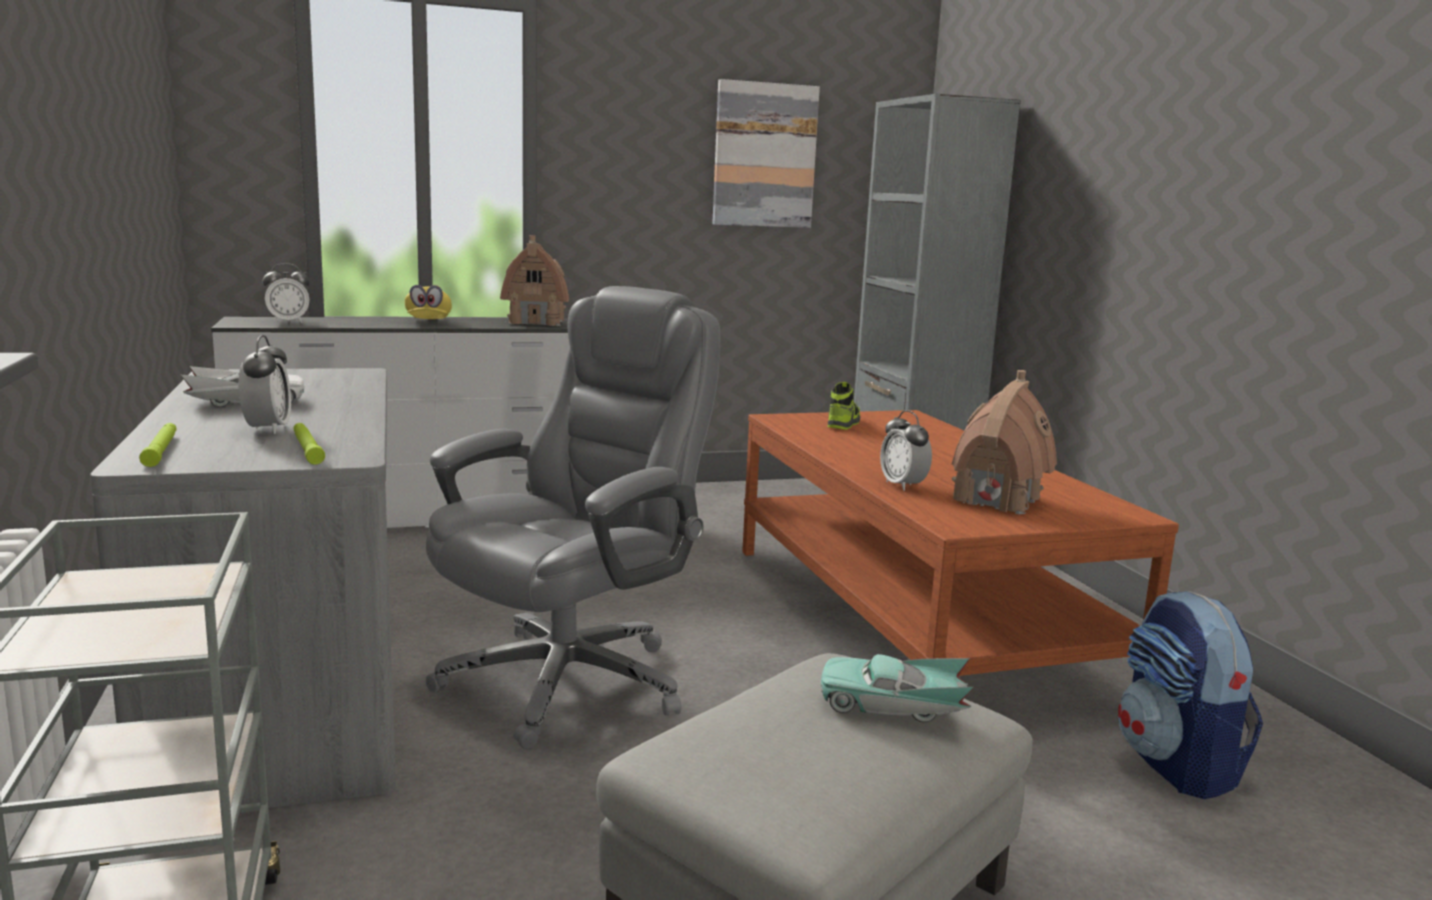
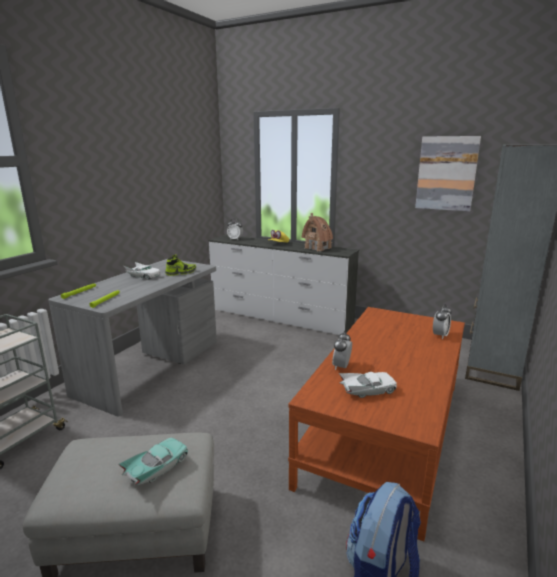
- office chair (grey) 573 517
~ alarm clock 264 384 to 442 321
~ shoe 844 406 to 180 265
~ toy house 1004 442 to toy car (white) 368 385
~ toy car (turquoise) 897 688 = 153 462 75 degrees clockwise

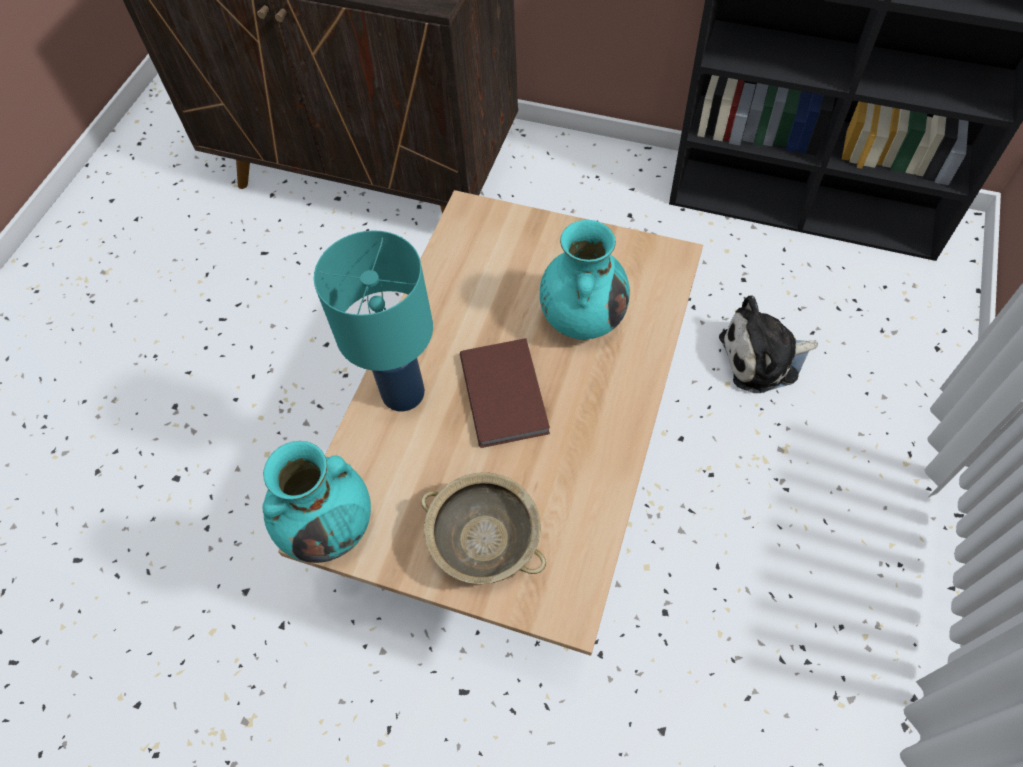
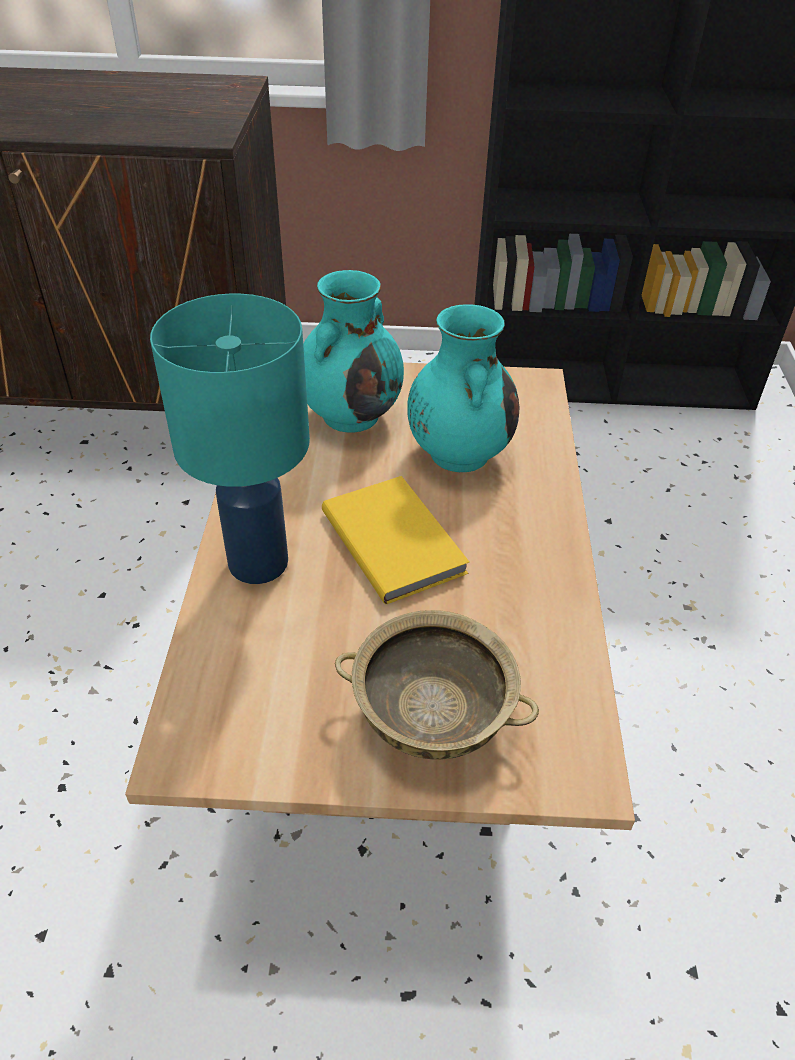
- plush toy 768 344
~ vase (turquoise) 317 502 to 353 351
~ book (brown) 505 393 to book (yellow) 395 540

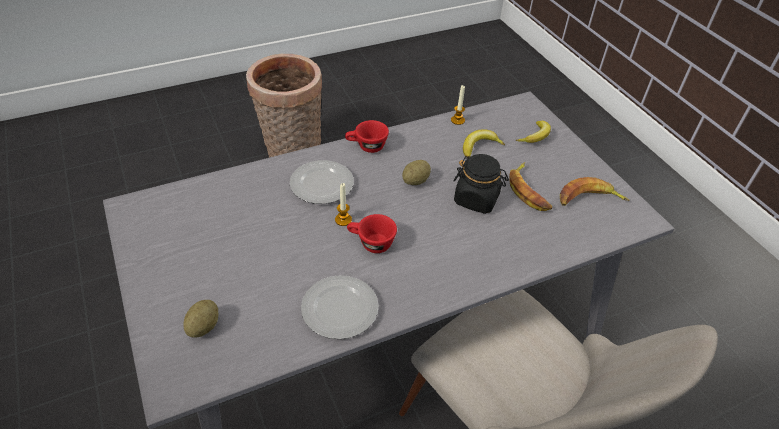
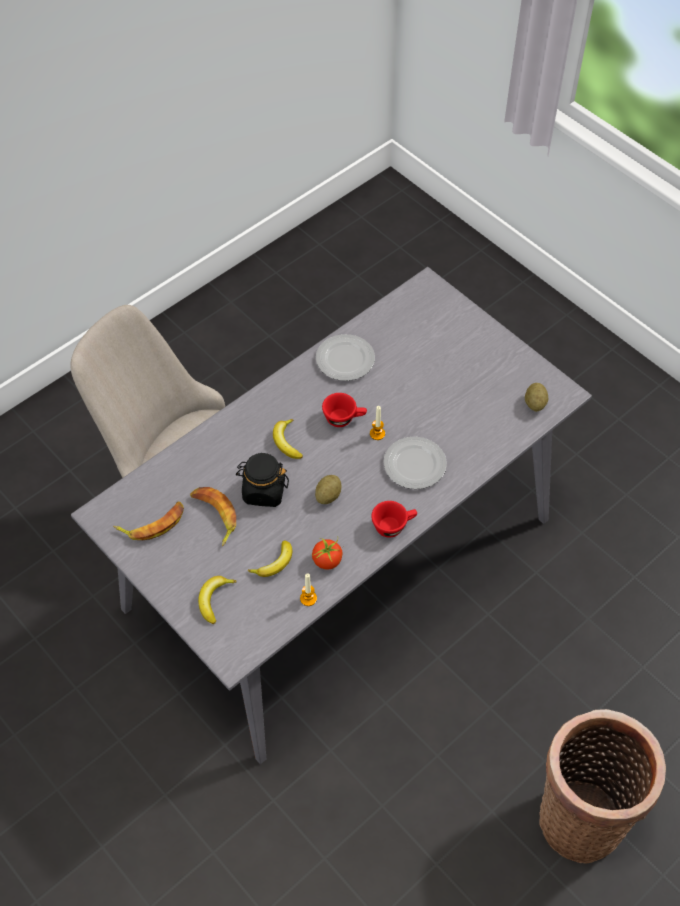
+ banana 288 439
+ tomato 328 553
~ potato 200 319 to 536 397

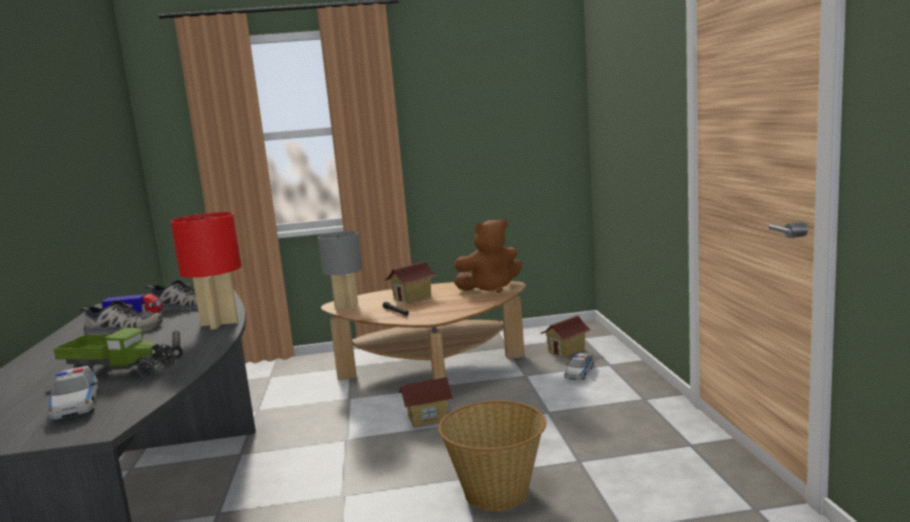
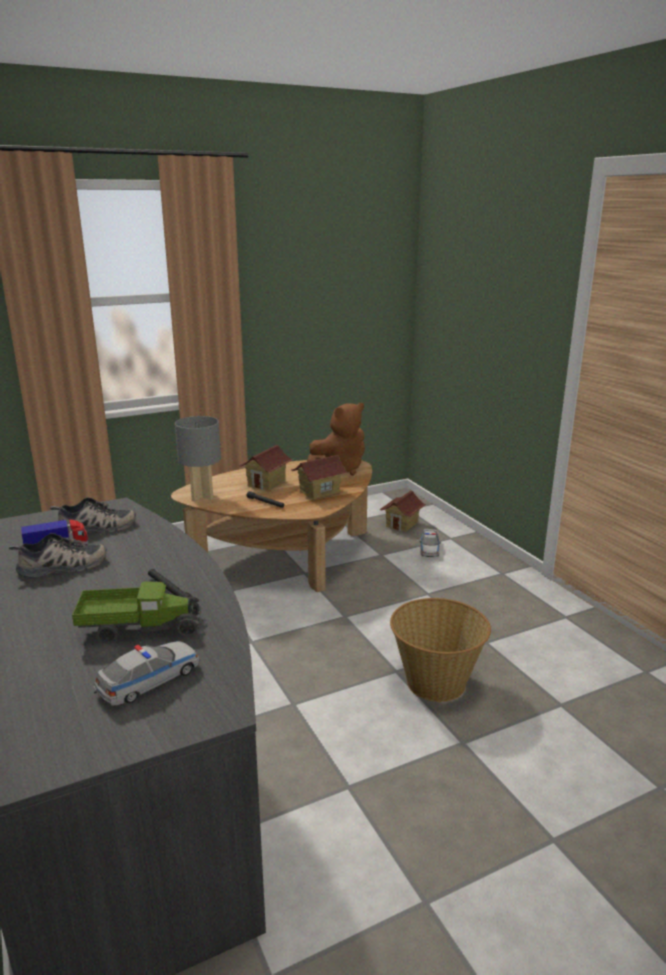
- table lamp (red) 206 271
~ toy house 426 402 to 319 477
~ toy car 72 393 = 146 673 90 degrees counterclockwise

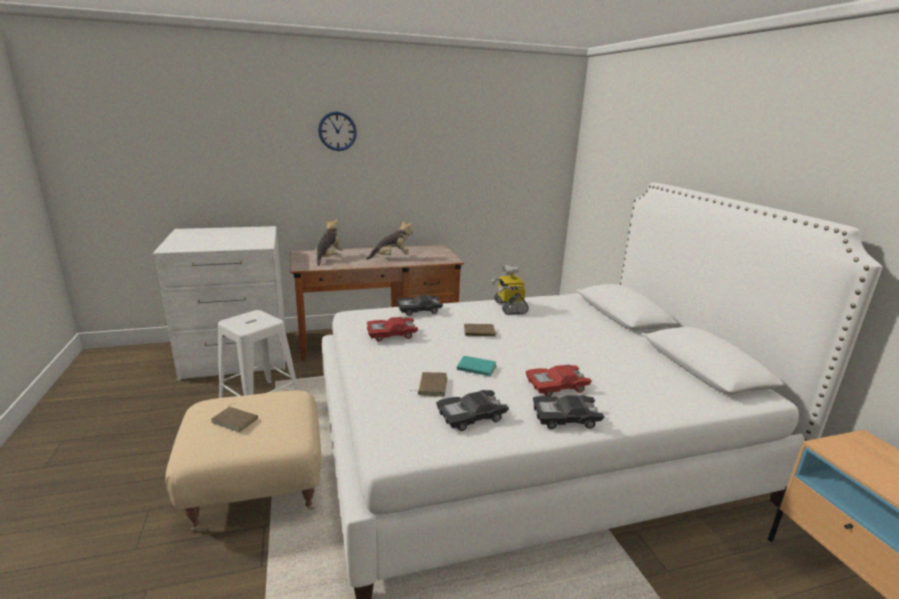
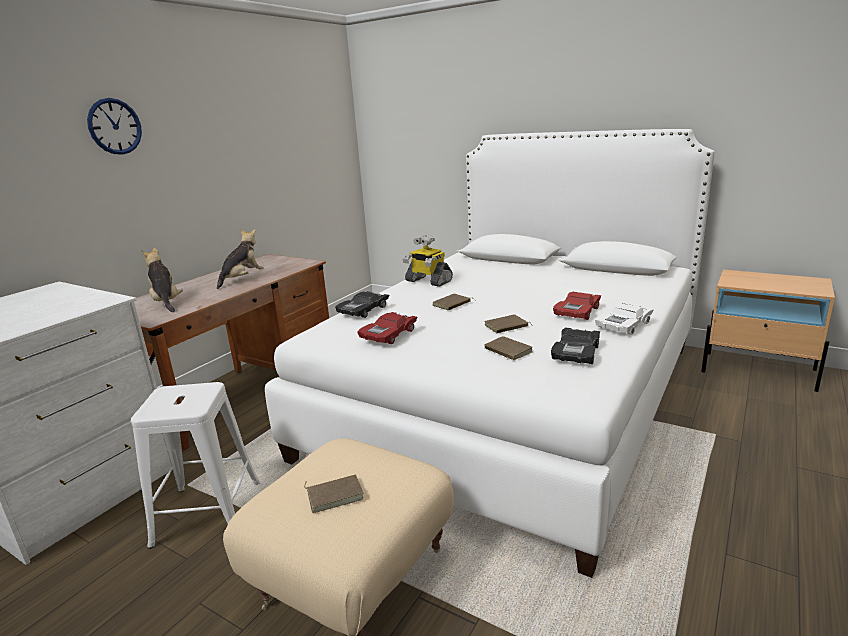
~ book (turquoise) 477 366 to book (brown) 508 323
~ toy car (black) 569 412 to toy car (white) 624 319

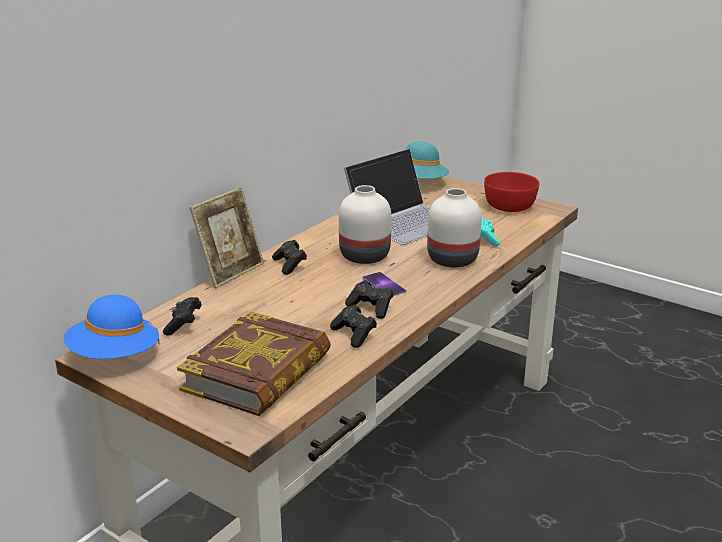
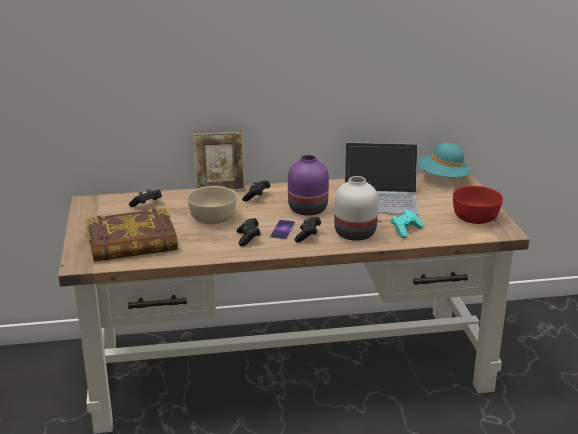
- hat (blue) 111 327
+ bowl (beige) 212 205
~ game controller (black) 353 326 to 308 230
~ vase (white) 365 224 to vase (purple) 308 185

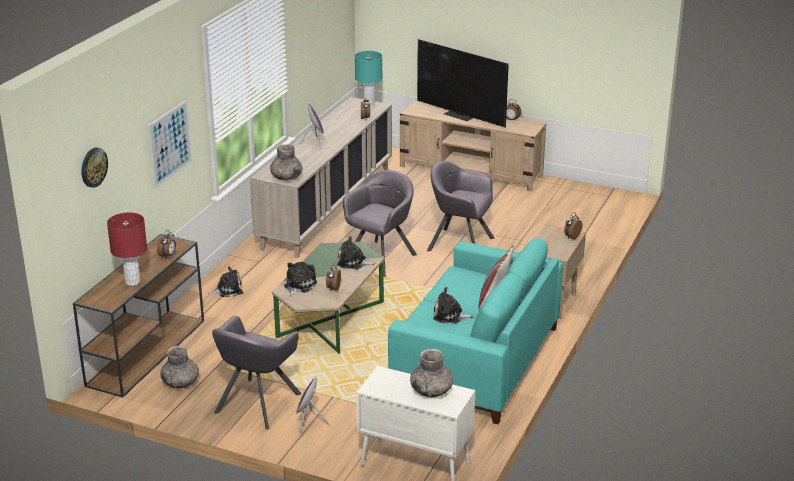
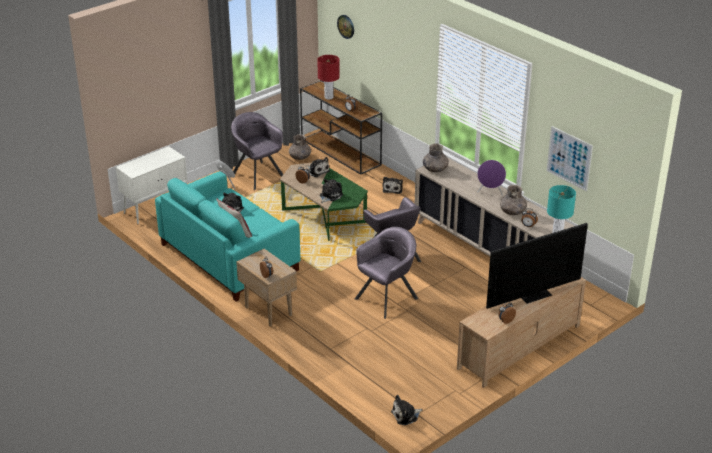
+ plush toy 407 410
~ picture 170 144 to 569 158
~ vase (grey) 431 373 to 513 200

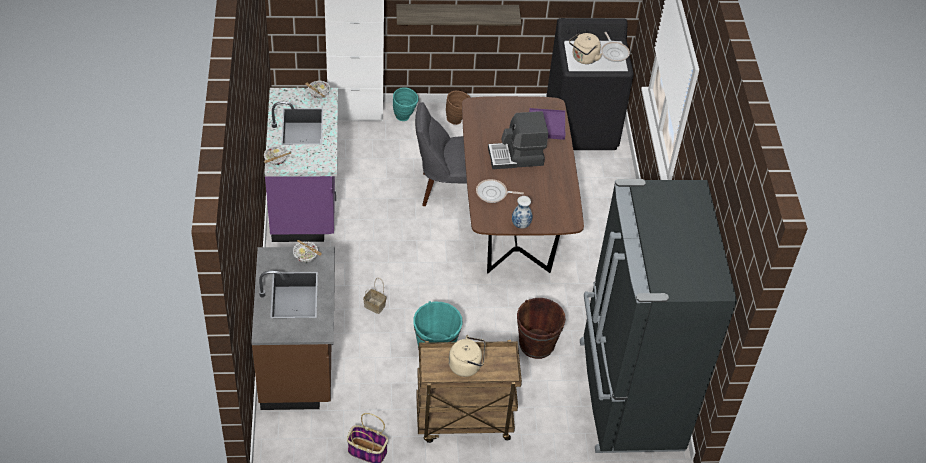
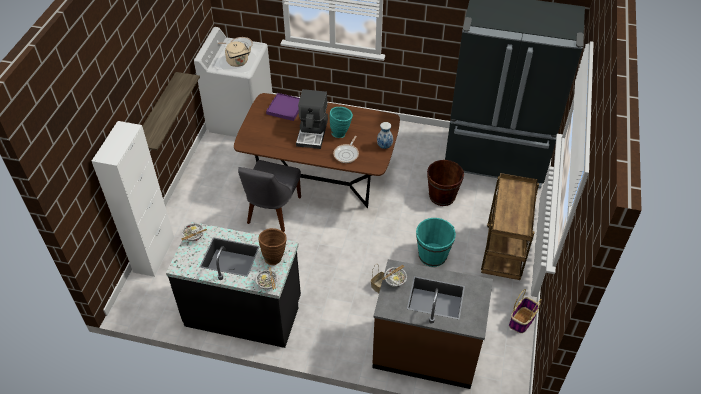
- kettle (beige) 467 356
~ vase (turquoise) 406 104 to 341 122
~ vase (brown) 458 108 to 272 246
~ counter (purple) 301 165 to counter (black) 233 285
~ washing machine (black) 590 84 to washing machine (white) 233 82

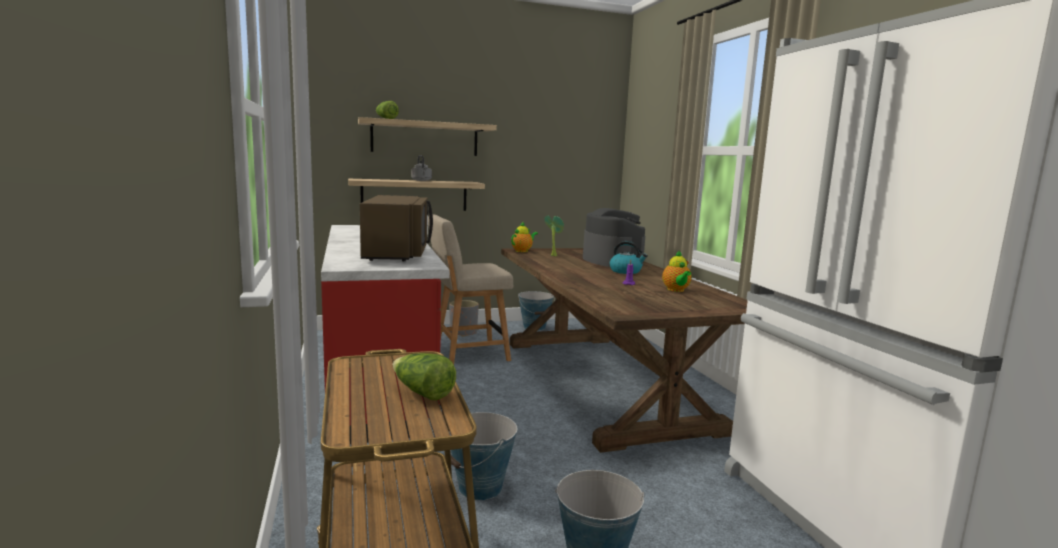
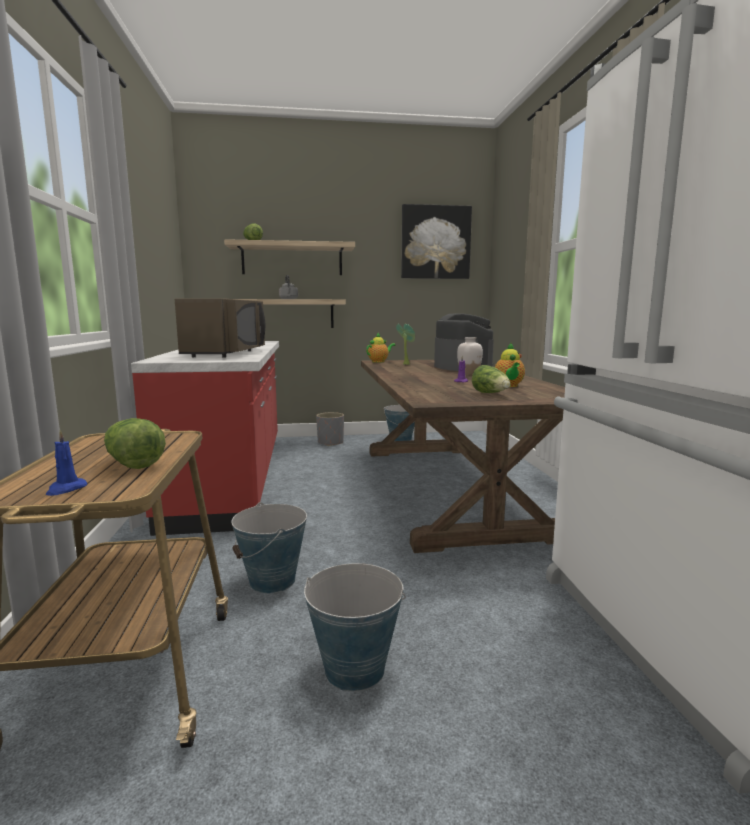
- chair (beige) 470 289
+ candle (blue) 66 463
+ picture 436 241
+ lettuce 491 379
~ kettle 629 257 to vase (white) 470 356

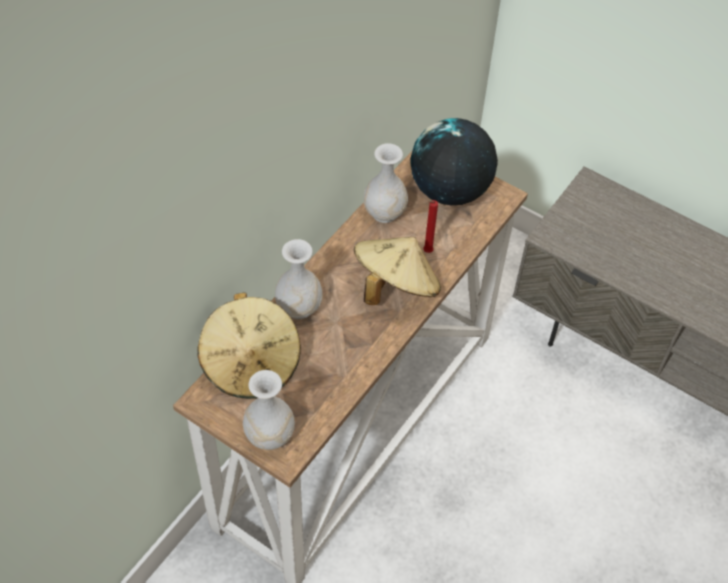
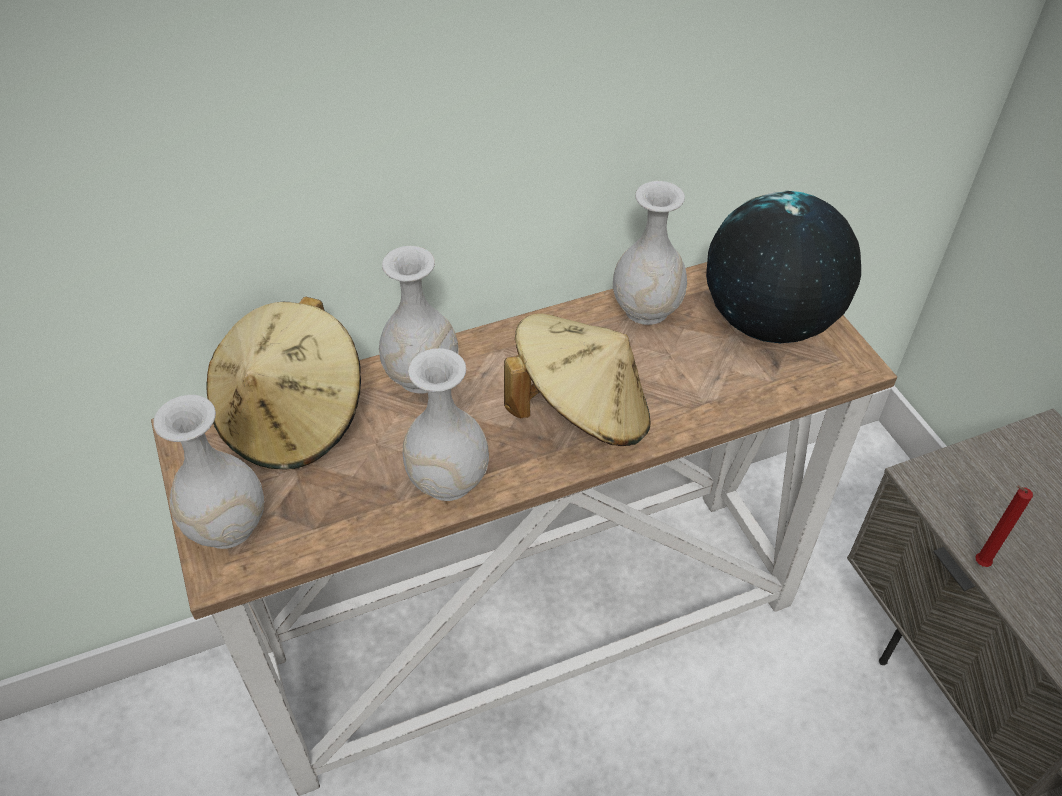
+ vase (white) 446 424
~ candle (red) 430 226 to 1004 526

